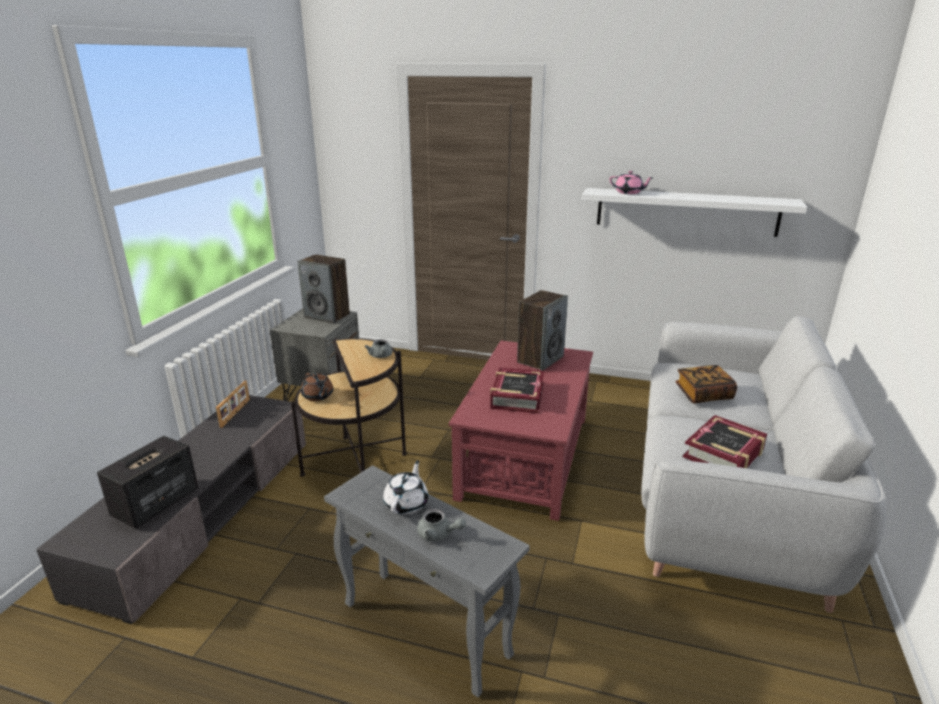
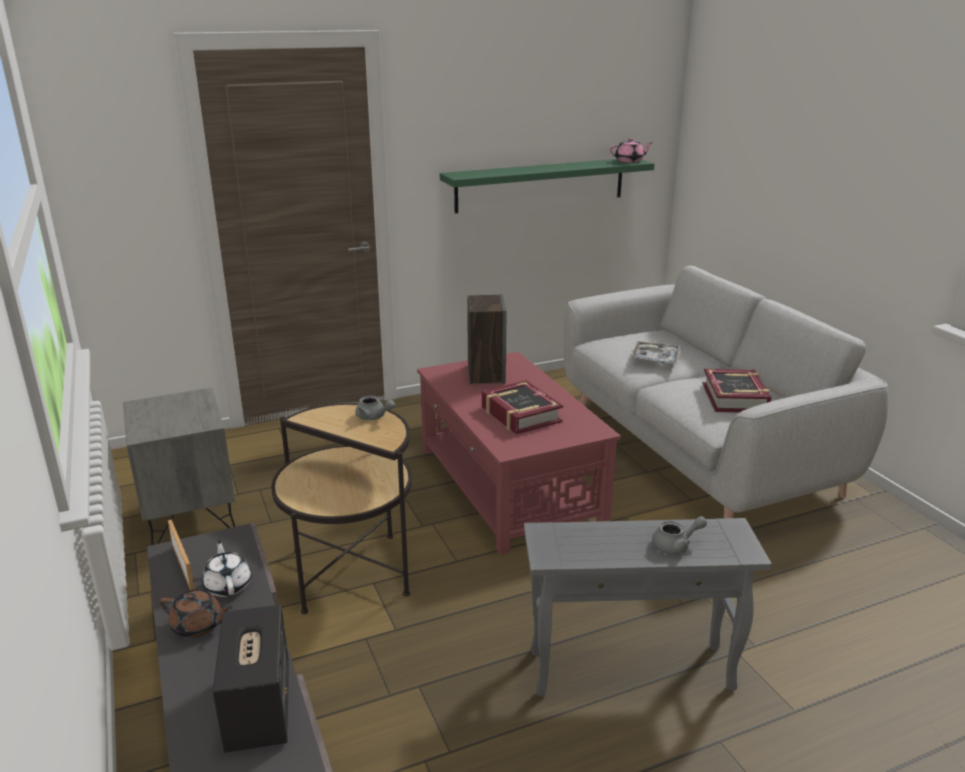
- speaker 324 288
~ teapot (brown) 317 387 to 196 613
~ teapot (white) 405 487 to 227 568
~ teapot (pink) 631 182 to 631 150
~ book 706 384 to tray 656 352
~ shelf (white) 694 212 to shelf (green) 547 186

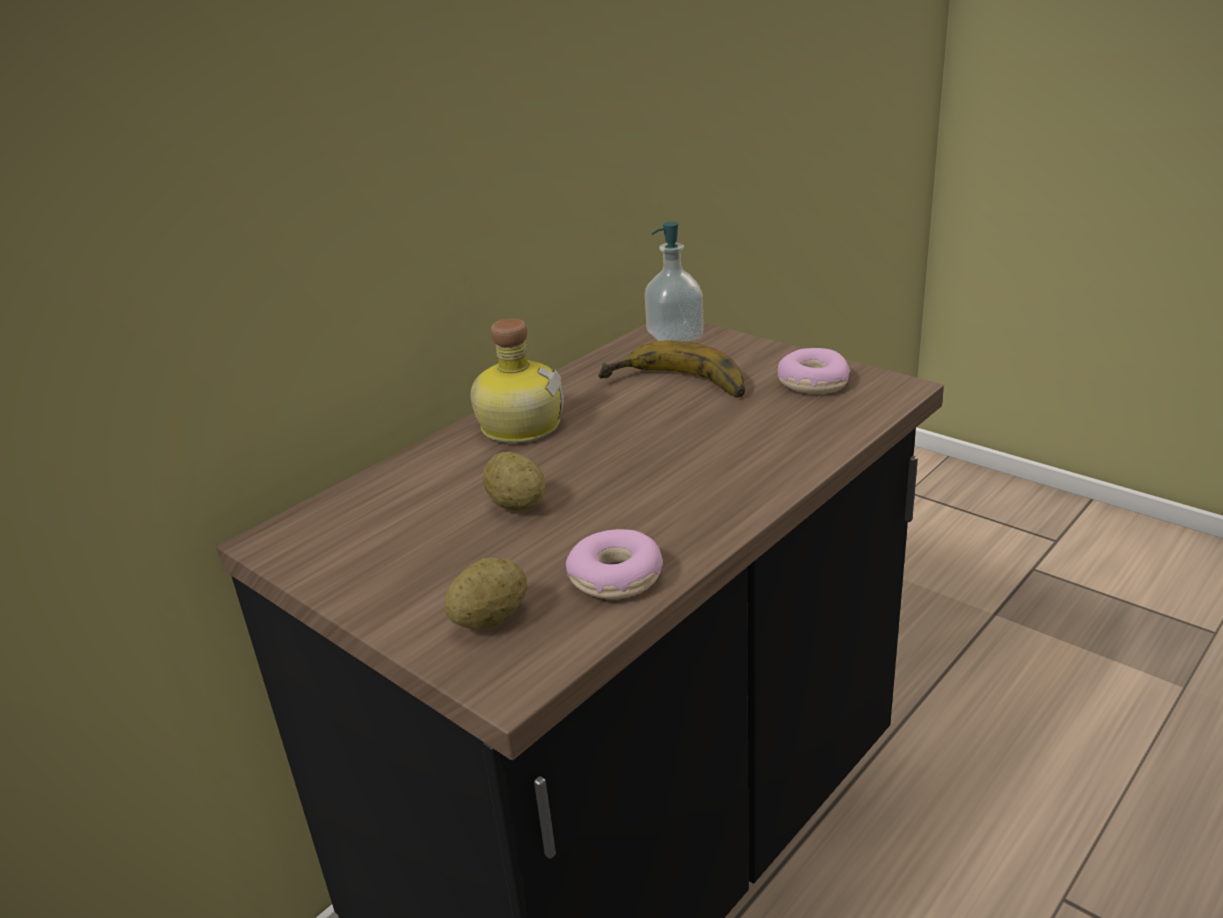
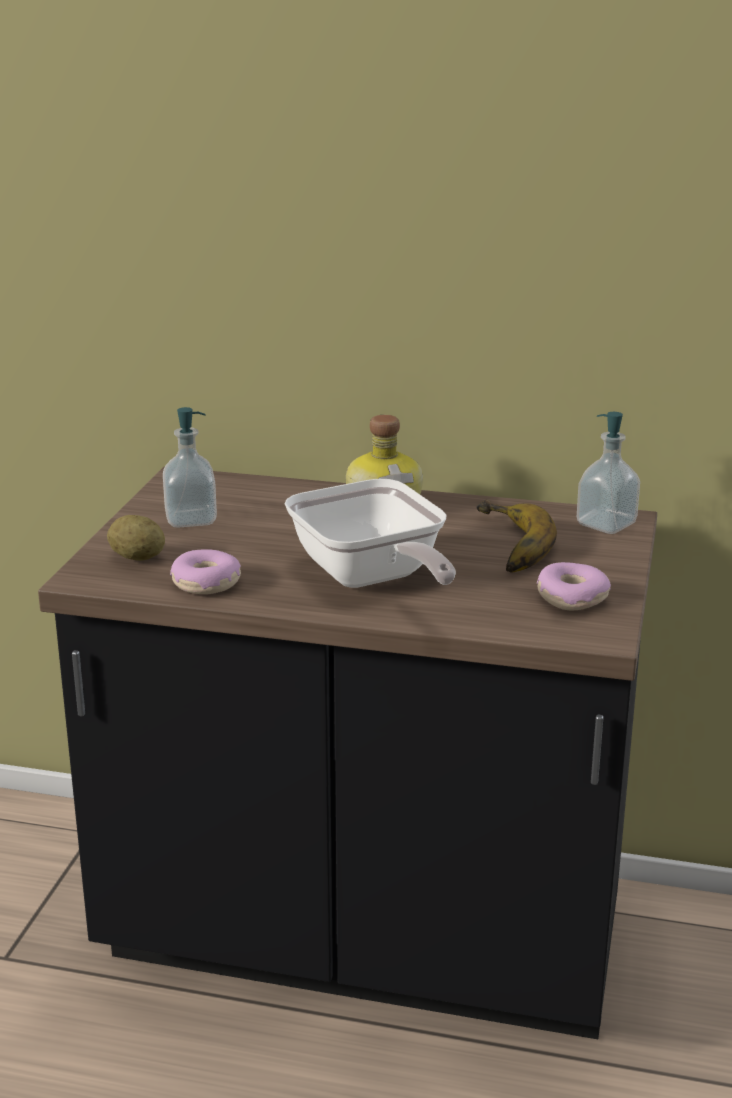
- potato 514 481
+ soap dispenser 190 467
+ frying pan 370 533

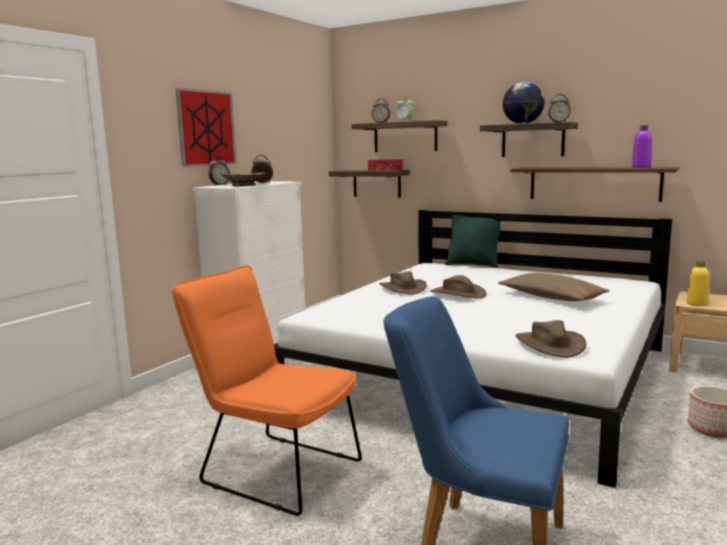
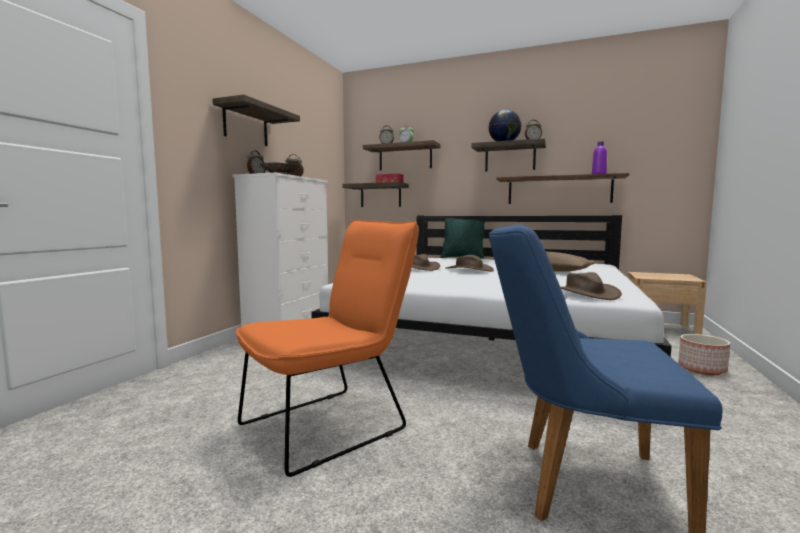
- bottle (yellow) 697 283
~ picture 206 127 to shelf 256 120
~ chair (orange) 267 391 = 327 348 120 degrees clockwise

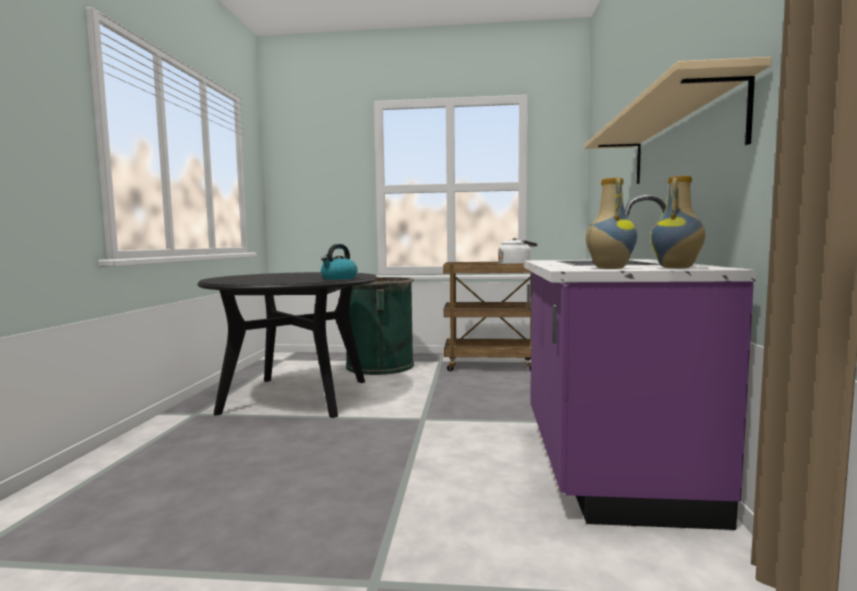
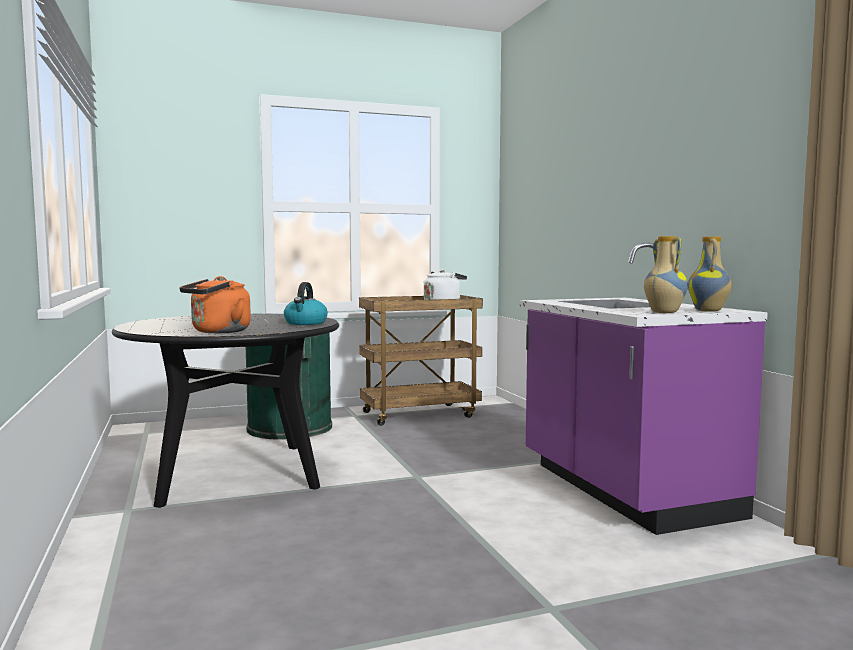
- shelf (beige) 678 120
+ kettle (orange) 215 304

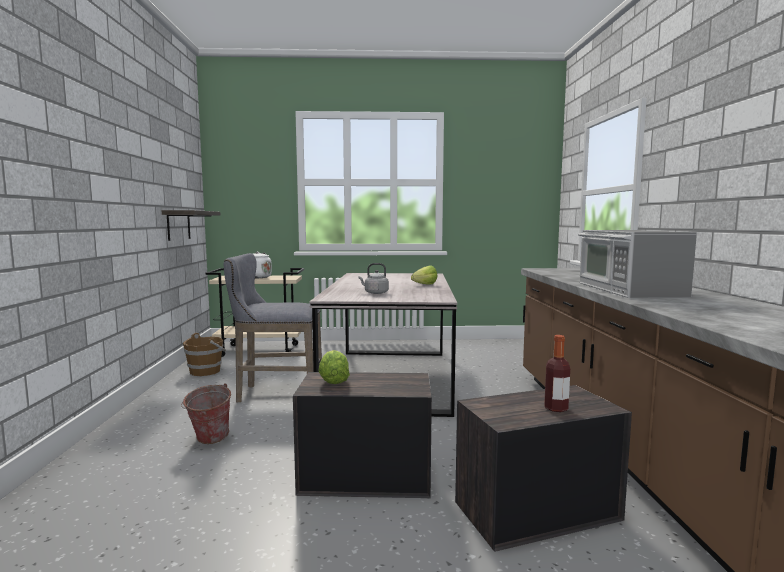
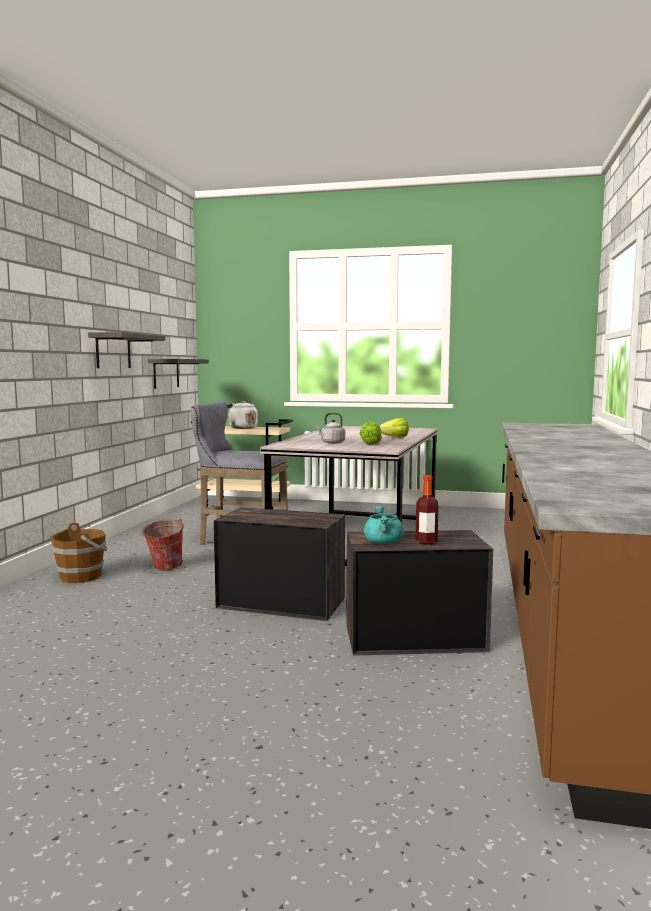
- microwave 637 264
+ shelf 126 350
+ cooking pot (turquoise) 384 524
~ bucket (brown) 204 354 to 79 553
~ lettuce 334 367 to 371 433

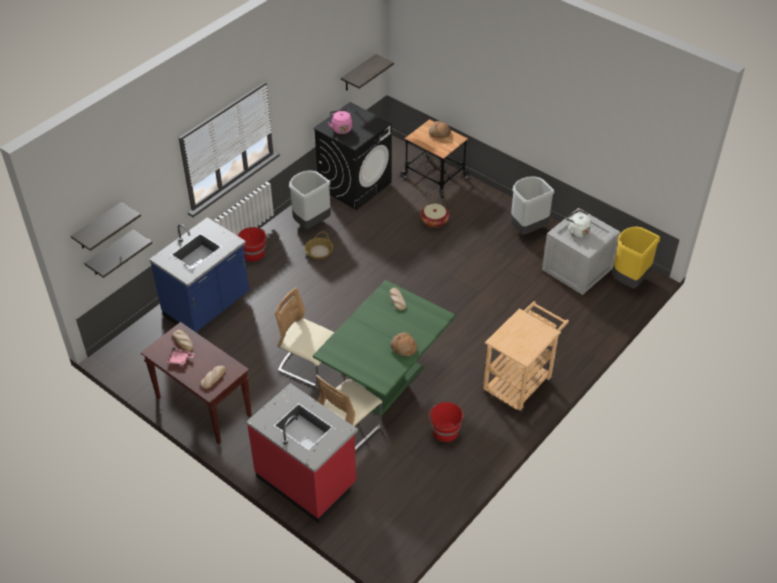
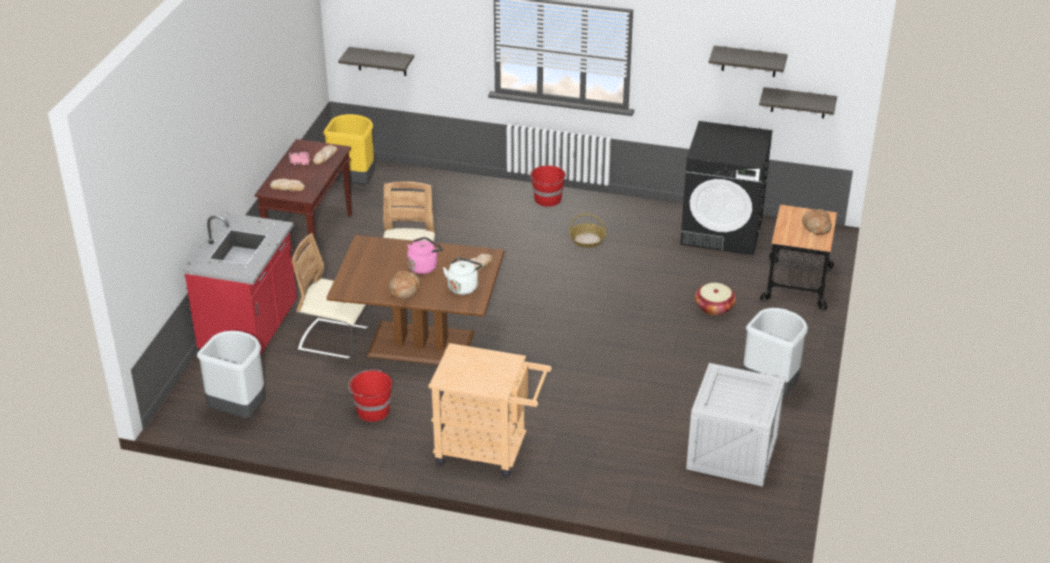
- counter (blue) 199 274
~ shelf 106 226 to 748 61
~ trash can (grey) 310 199 to 231 374
~ kettle (pink) 340 121 to 425 255
~ kettle (white) 578 224 to 462 276
~ trash can (yellow) 636 258 to 349 149
~ dining table (green) 384 348 to dining table (brown) 415 300

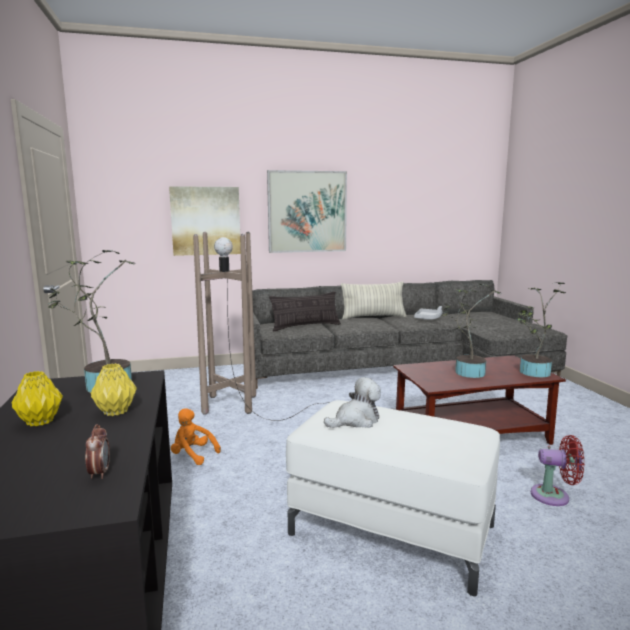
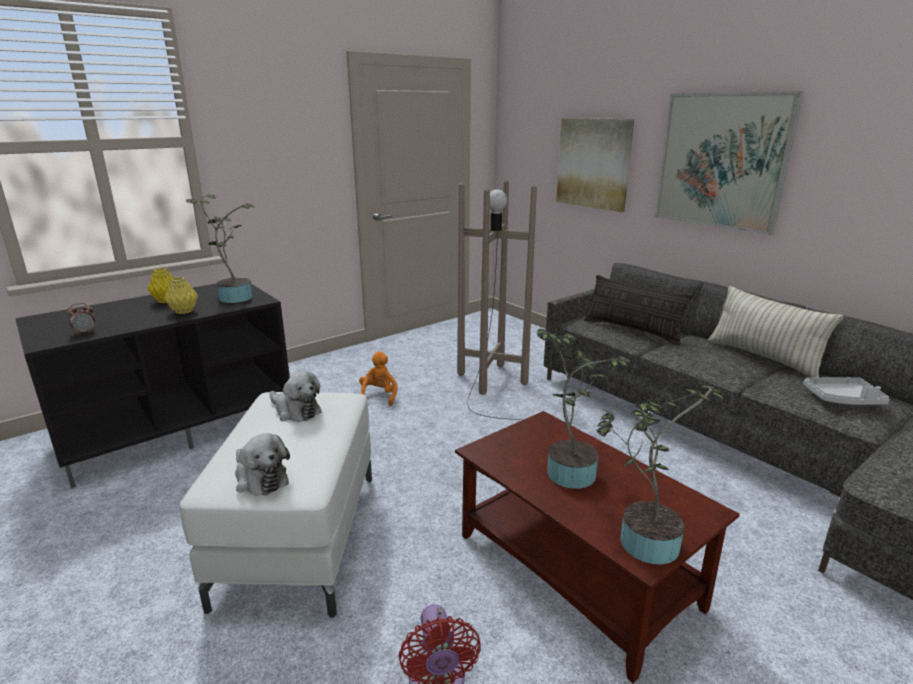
+ plush toy 262 464

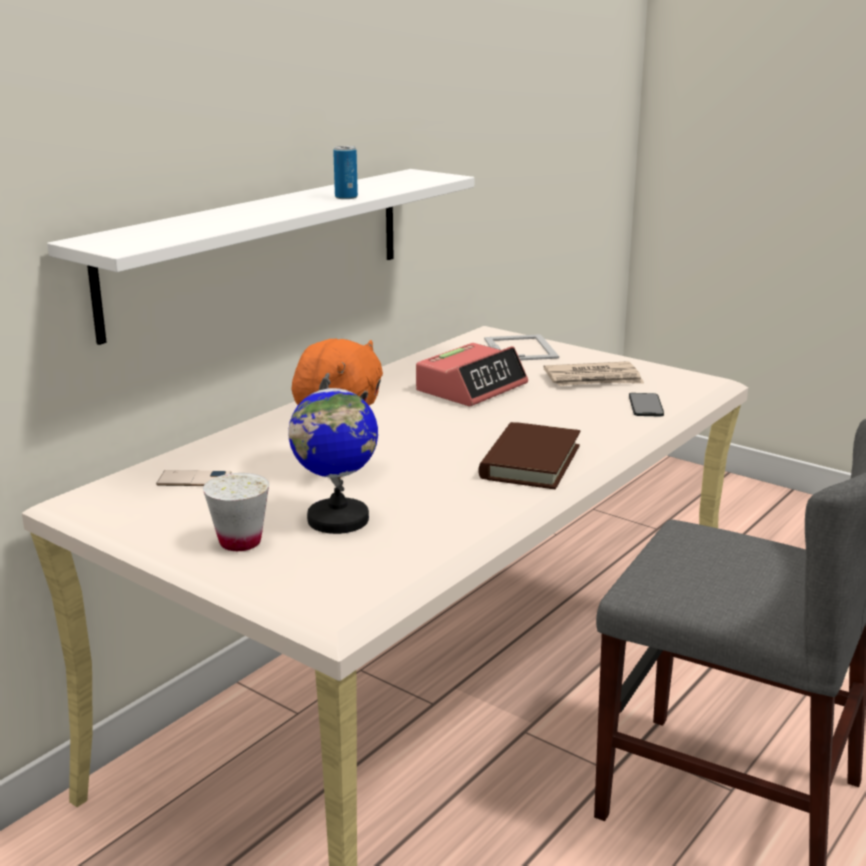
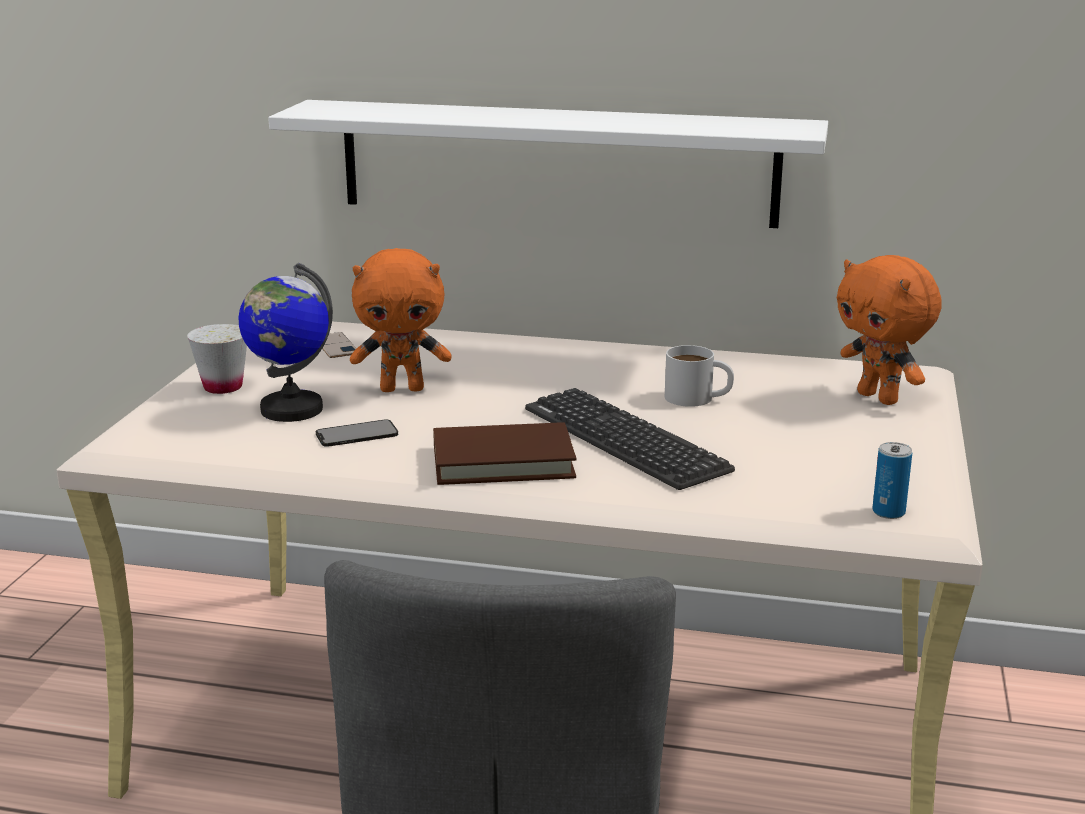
- newspaper 593 373
+ keyboard 630 439
~ can 345 172 to 892 480
~ phone 646 404 to 357 433
~ alarm clock 472 374 to mug (white) 699 376
~ picture frame 521 347 to plush toy (orange) 889 330

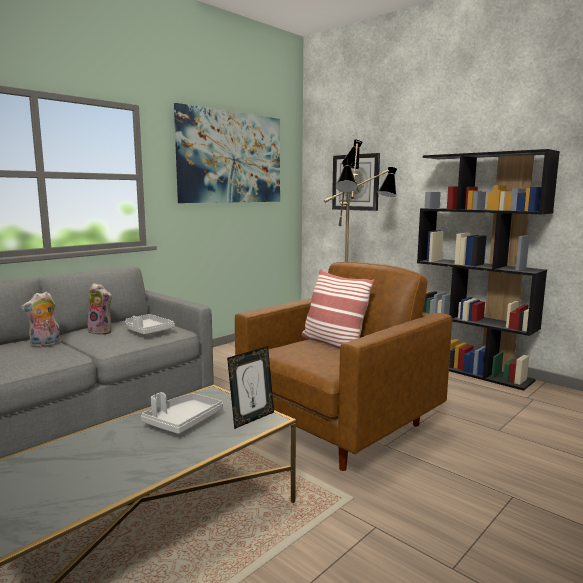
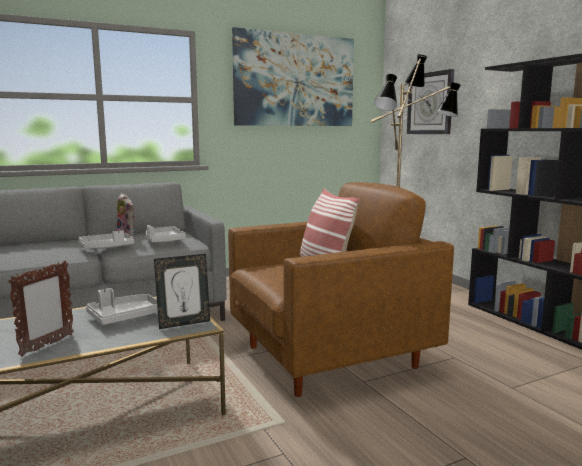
- plush toy 41 320
+ picture frame 41 309
+ tray (grey) 106 239

